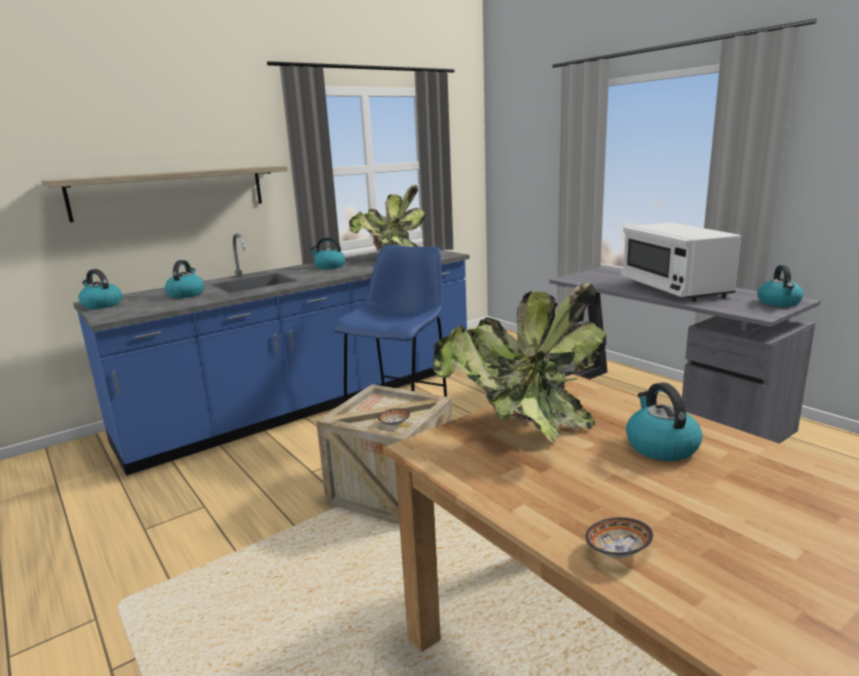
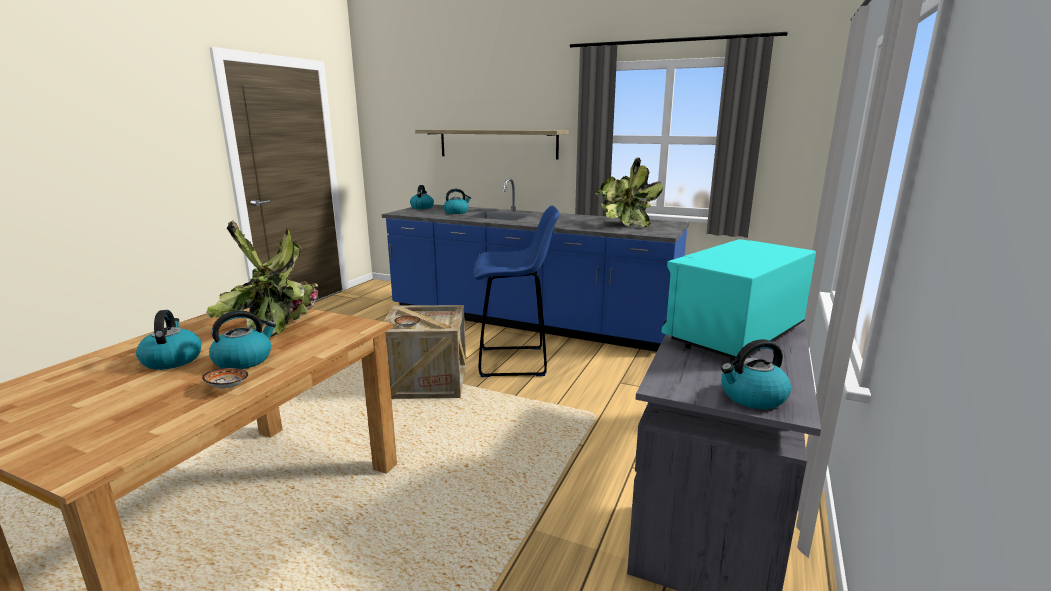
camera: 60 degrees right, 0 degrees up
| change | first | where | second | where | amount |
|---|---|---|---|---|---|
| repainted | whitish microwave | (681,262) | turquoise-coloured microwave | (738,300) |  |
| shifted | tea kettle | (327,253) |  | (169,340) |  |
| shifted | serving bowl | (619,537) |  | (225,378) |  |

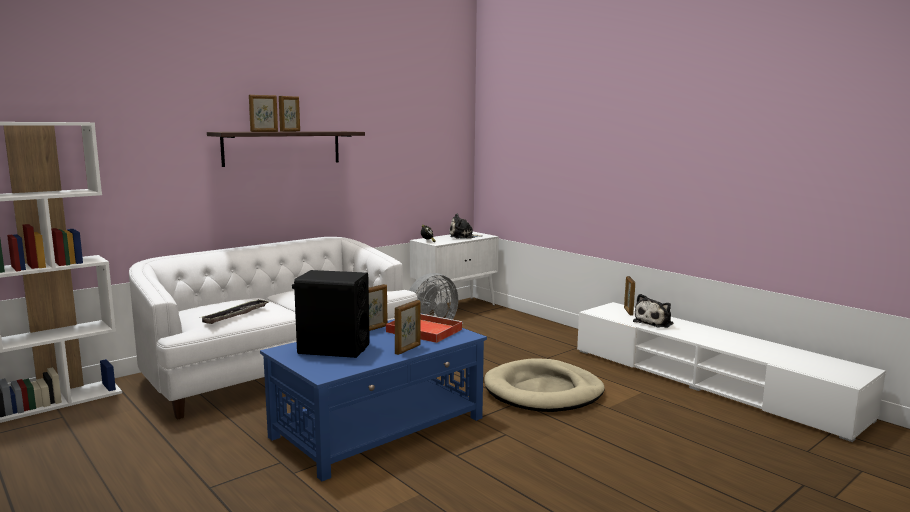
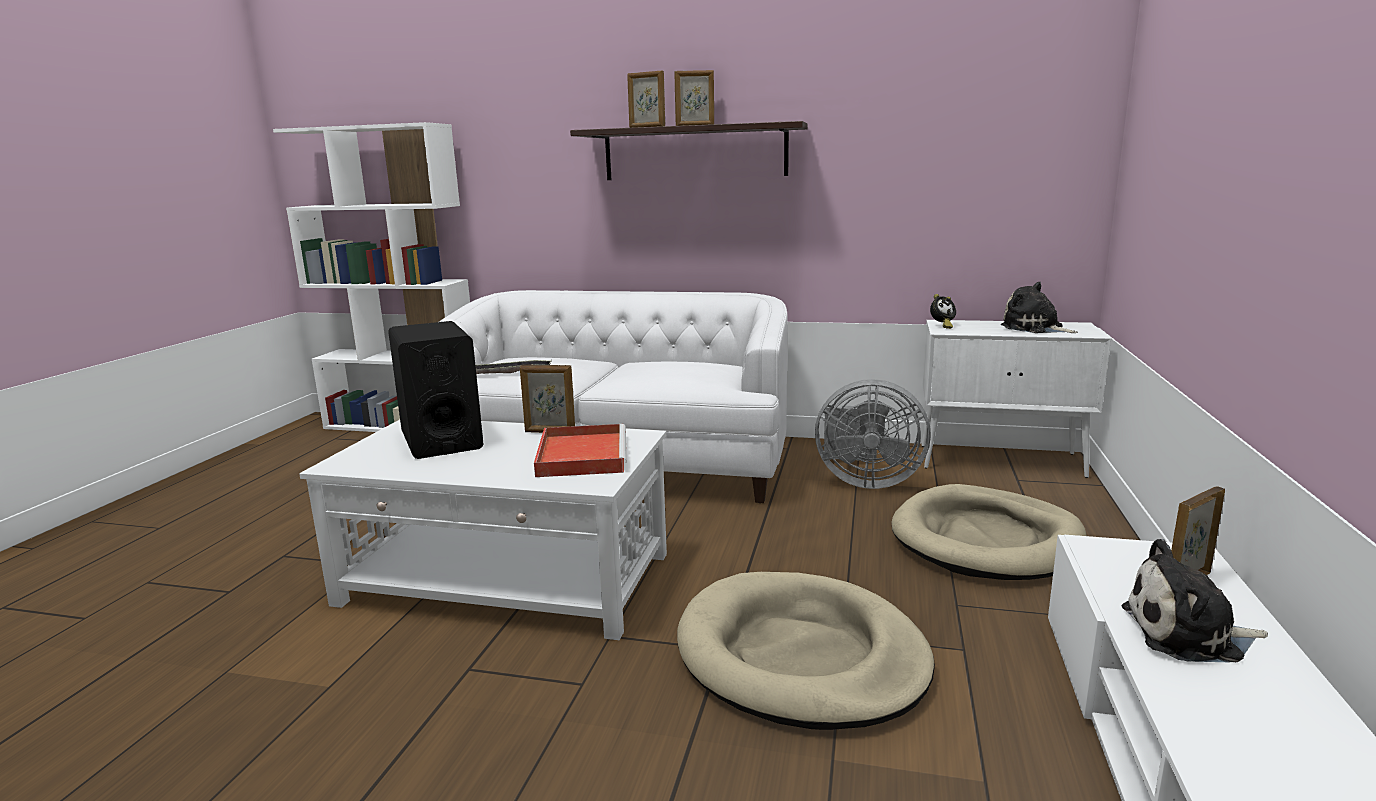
camera: 55 degrees right, 5 degrees up
| change | first | where | second | where | amount |
|---|---|---|---|---|---|
| gone | photo frame | (408,327) |  |  |  |
| repainted | blue-coloured coffee table | (373,397) | whitish coffee table | (483,530) |  |
| new |  |  | sand-coloured dog cushion | (989,532) |  |

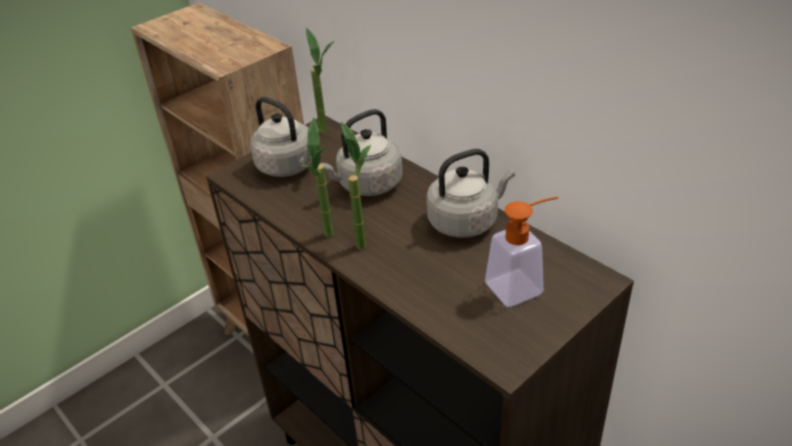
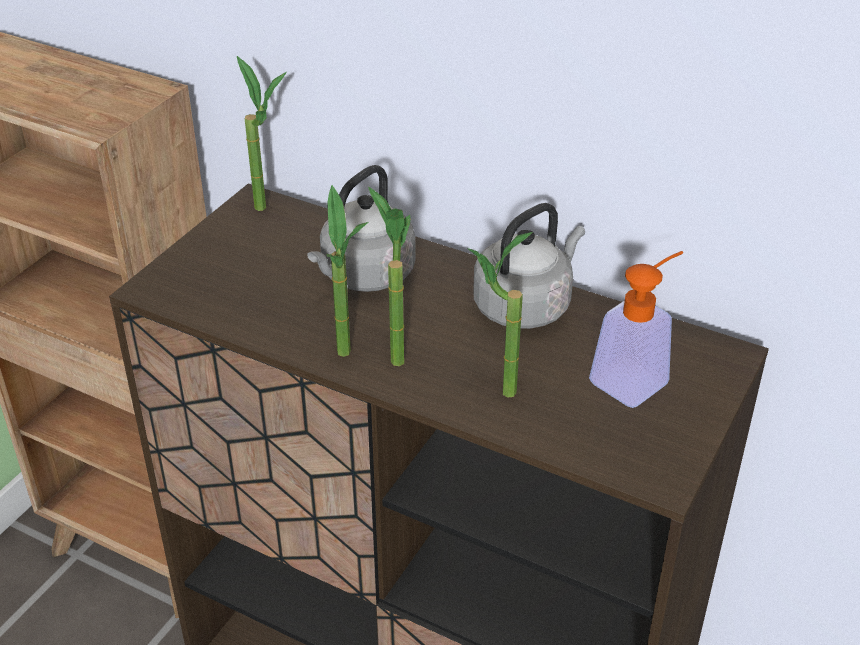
camera: 20 degrees left, 0 degrees up
| change | first | where | second | where | amount |
|---|---|---|---|---|---|
| gone | gray tea kettle | (281,137) |  |  |  |
| new |  |  | houseplant | (500,315) |  |

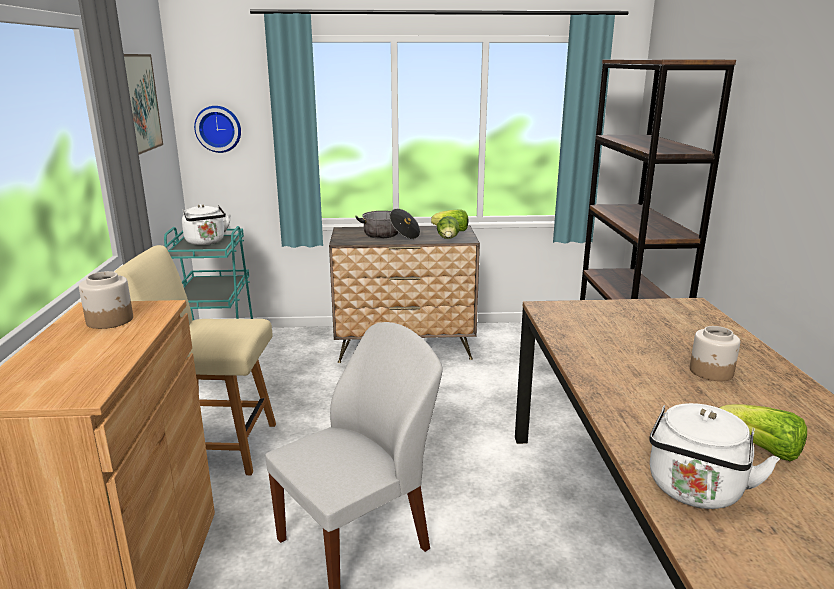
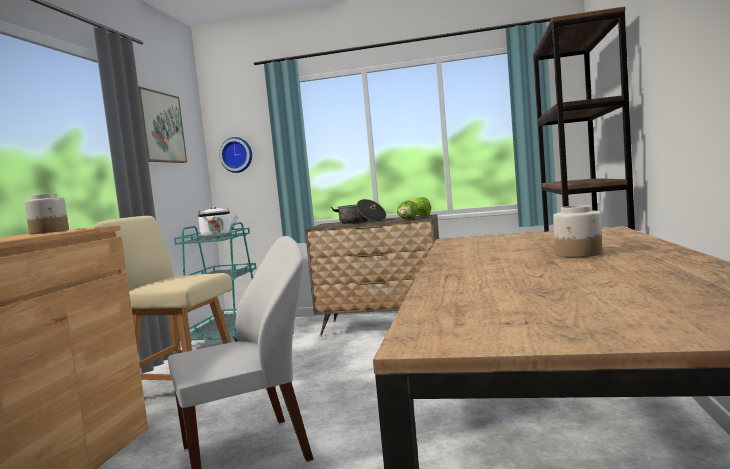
camera: 15 degrees right, 15 degrees down
| change | first | where | second | where | amount |
|---|---|---|---|---|---|
| gone | whitish tea kettle | (714,456) |  |  |  |
| gone | head of lettuce | (763,432) |  |  |  |

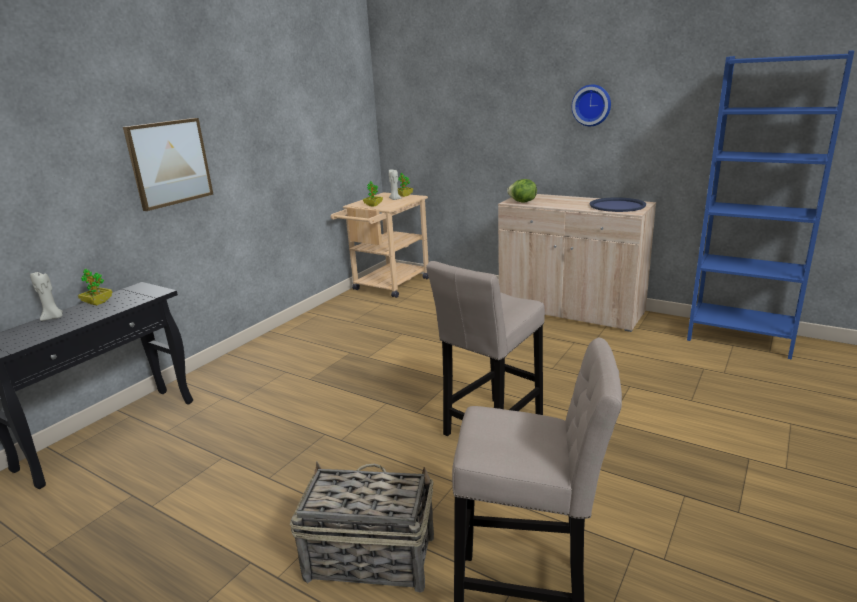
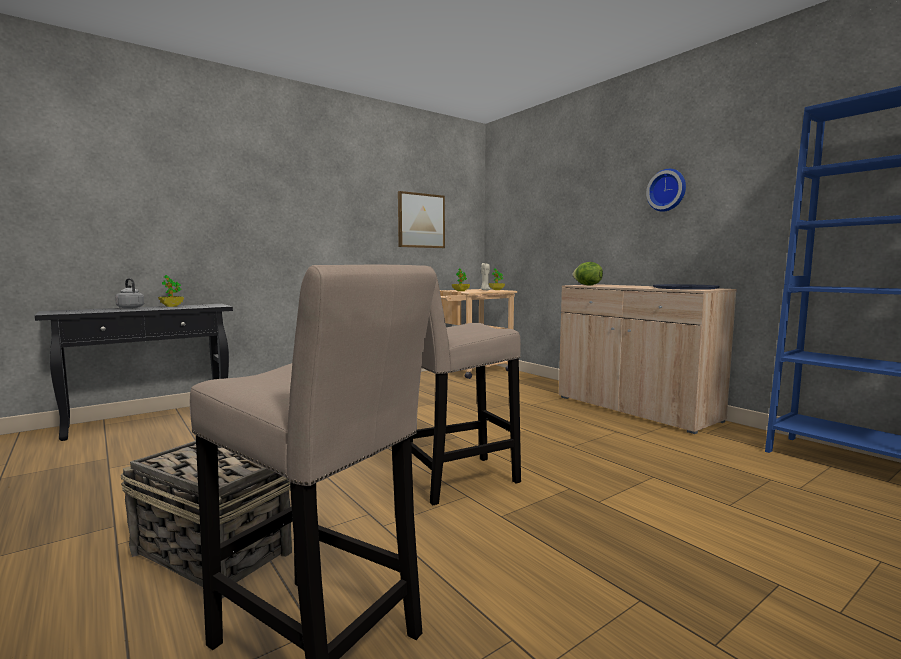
camera: 20 degrees right, 15 degrees down
| change | first | where | second | where | amount |
|---|---|---|---|---|---|
| shifted | picture | (168,164) |  | (421,219) |  |
| swapped | sand-coloured candle | (46,296) | gray tea kettle | (129,293) |  |

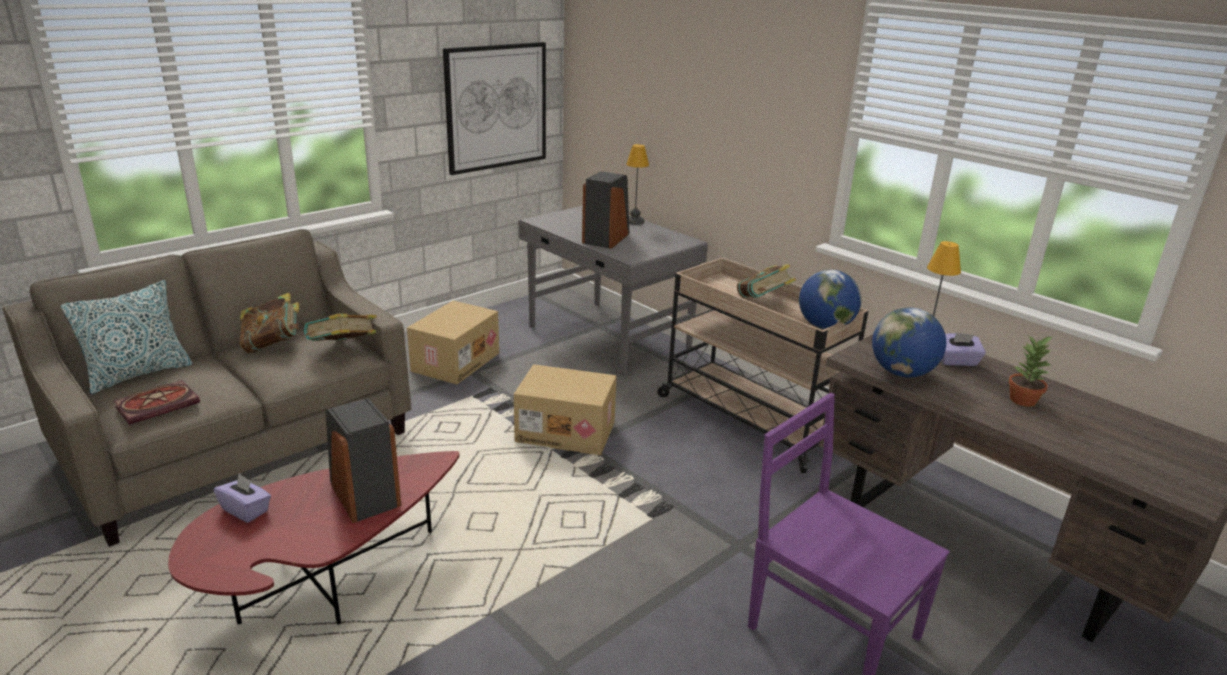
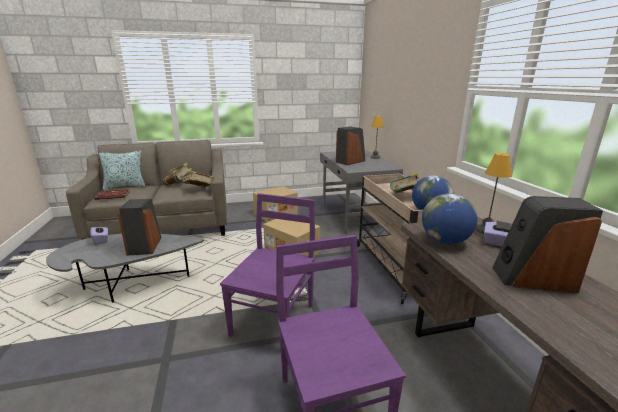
camera: 30 degrees right, 5 degrees down
| change | first | where | second | where | amount |
|---|---|---|---|---|---|
| gone | picture | (494,108) |  |  |  |
| swapped | houseplant | (1031,371) | speaker | (547,244) |  |
| repainted | red coffee table | (313,538) | gray coffee table | (125,268) |  |
| new |  |  | purple upright chair | (267,265) |  |

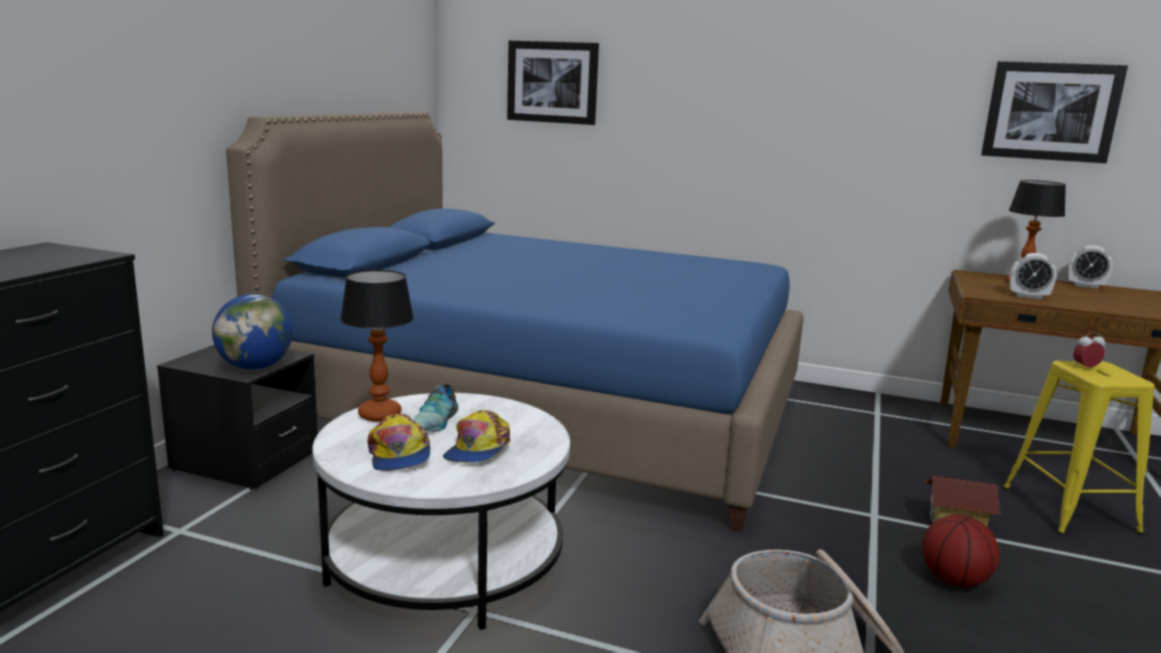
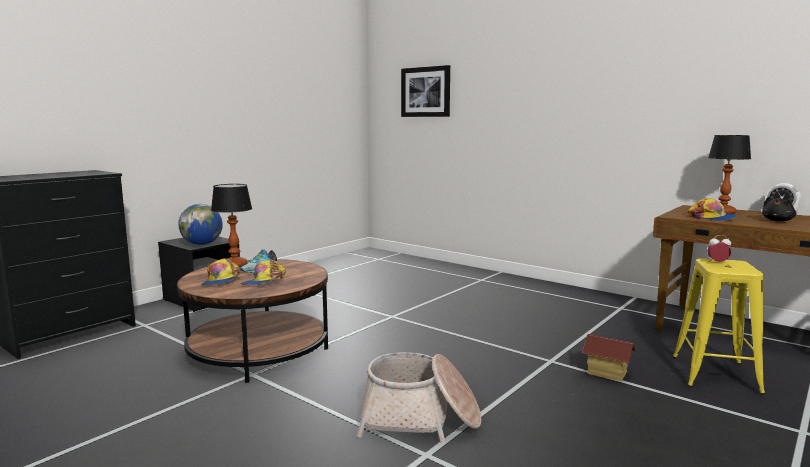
camera: 20 degrees right, 5 degrees down
| change | first | where | second | where | amount |
|---|---|---|---|---|---|
| gone | picture | (1054,112) |  |  |  |
| gone | blue-coloured bed | (515,321) |  |  |  |
| swapped | table clock | (1033,276) | peaked cap | (712,209) |  |
| repainted | whitish coffee table | (441,511) | brown-coloured coffee table | (252,321) |  |
| gone | basketball | (961,551) |  |  |  |
| new |  |  | black-coloured plush toy | (779,208) |  |

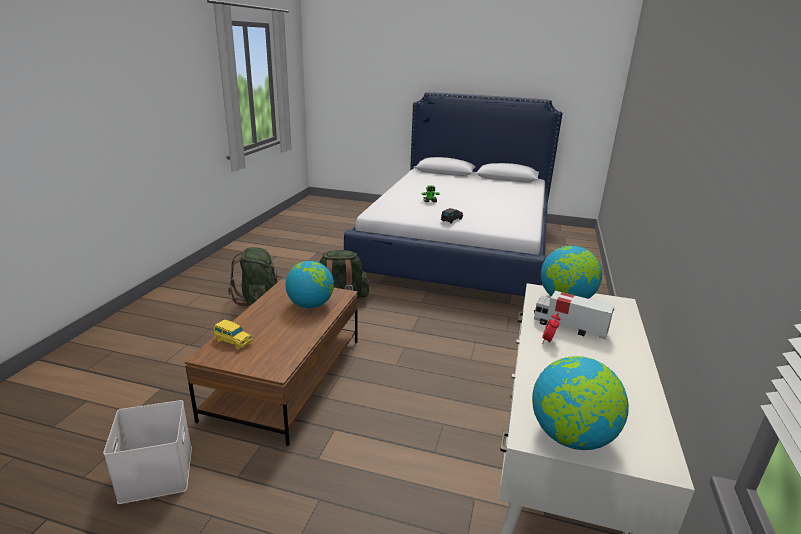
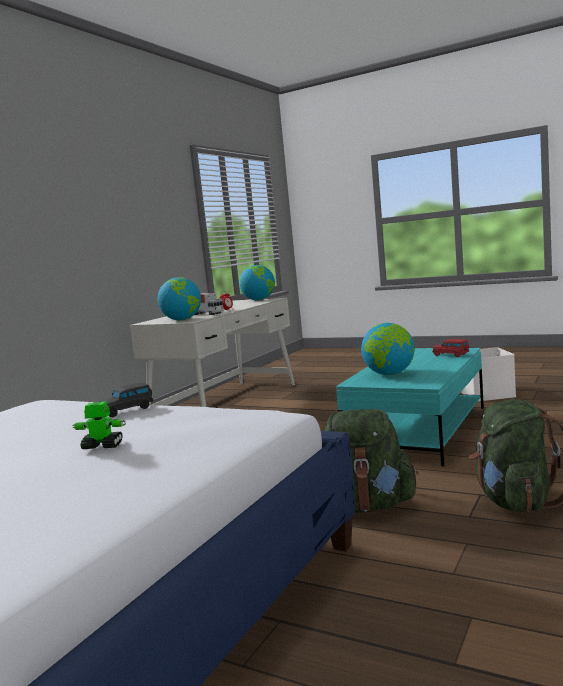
camera: 165 degrees left, 15 degrees down
| change | first | where | second | where | amount |
|---|---|---|---|---|---|
| repainted | brown-coloured coffee table | (271,362) | turquoise-coloured coffee table | (410,407) |  |
| repainted | yellow model car | (233,334) | red model car | (450,348) |  |

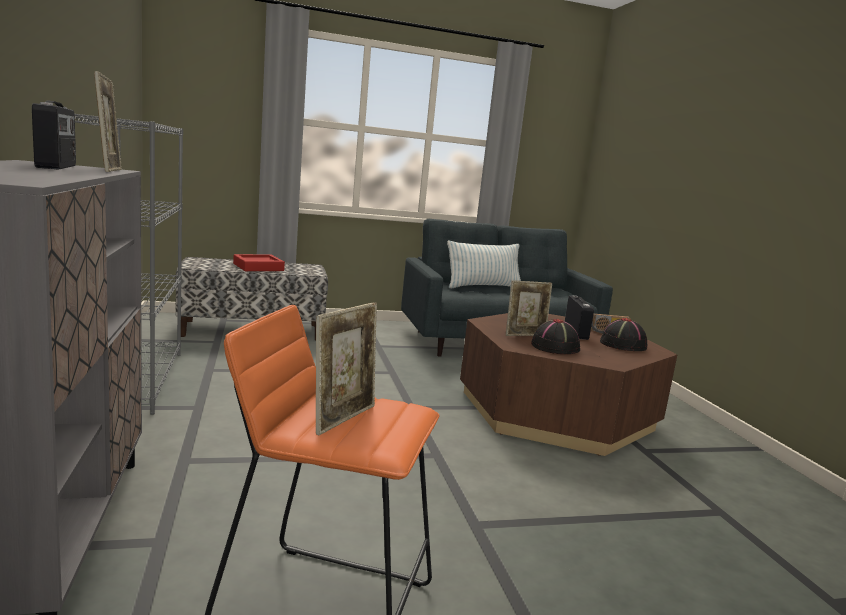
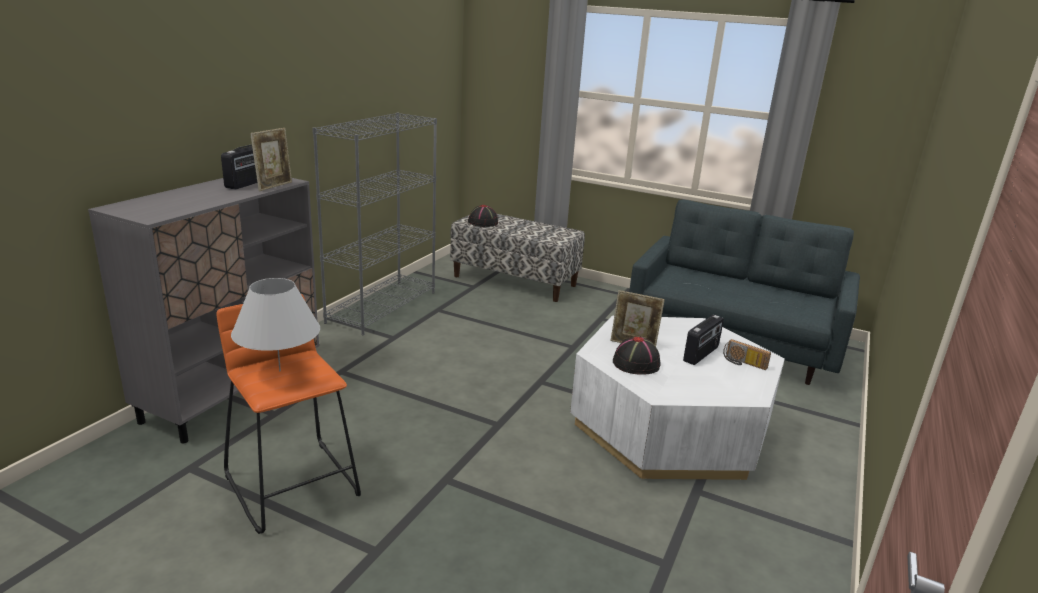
camera: 40 degrees right, 10 degrees up
| change | first | where | second | where | amount |
|---|---|---|---|---|---|
| gone | cushion | (484,264) |  |  |  |
| gone | red tray | (259,262) |  |  |  |
| swapped | photo frame | (346,368) | whitish lamp for a table | (275,324) |  |
| repainted | brown-coloured coffee table | (568,384) | whitish coffee table | (677,398) |  |
| shifted | black-coloured wearable hat | (623,334) |  | (483,216) |  |

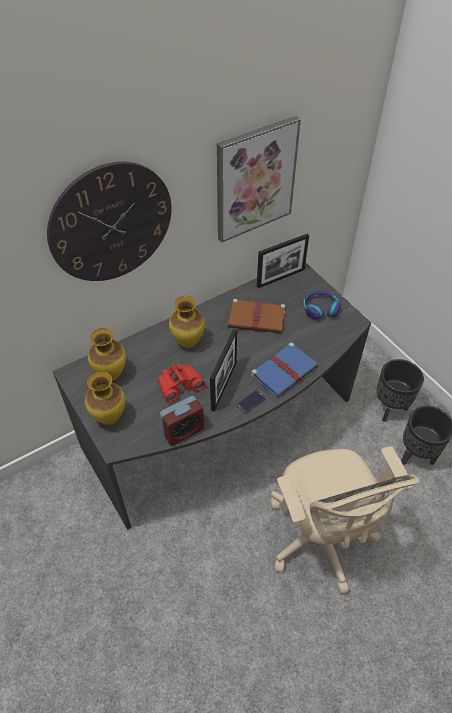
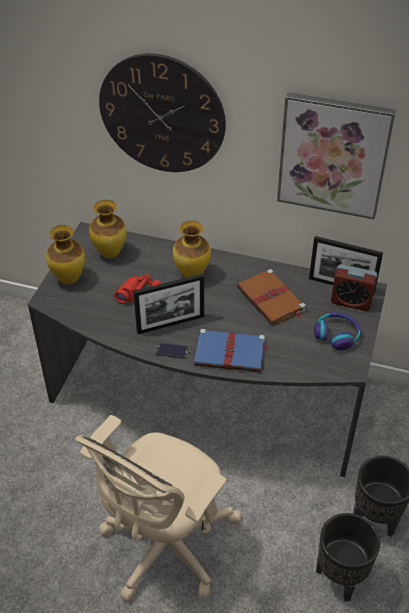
camera: 50 degrees right, 5 degrees down
| change | first | where | second | where | amount |
|---|---|---|---|---|---|
| shifted | table clock | (181,421) |  | (354,287) |  |

